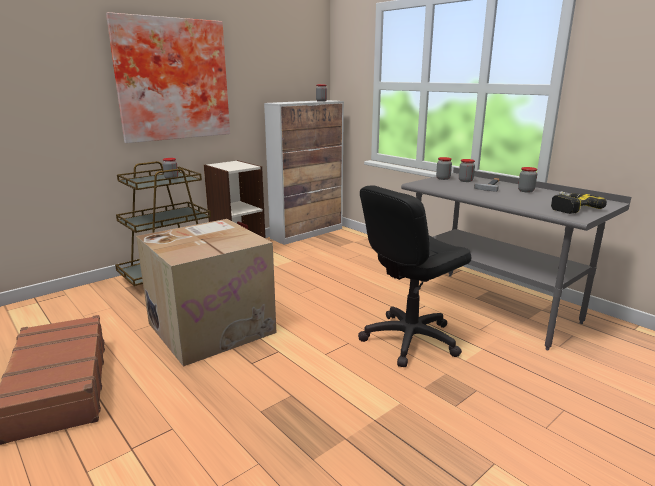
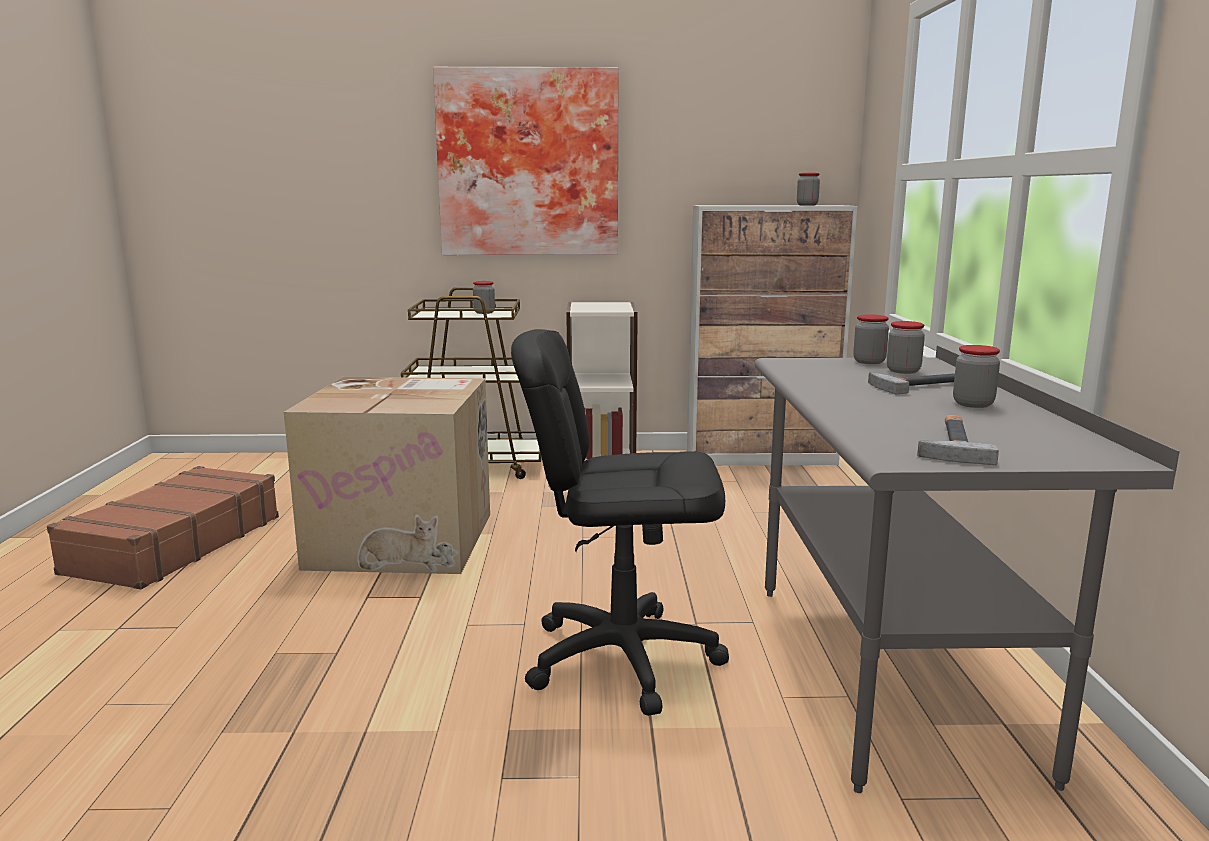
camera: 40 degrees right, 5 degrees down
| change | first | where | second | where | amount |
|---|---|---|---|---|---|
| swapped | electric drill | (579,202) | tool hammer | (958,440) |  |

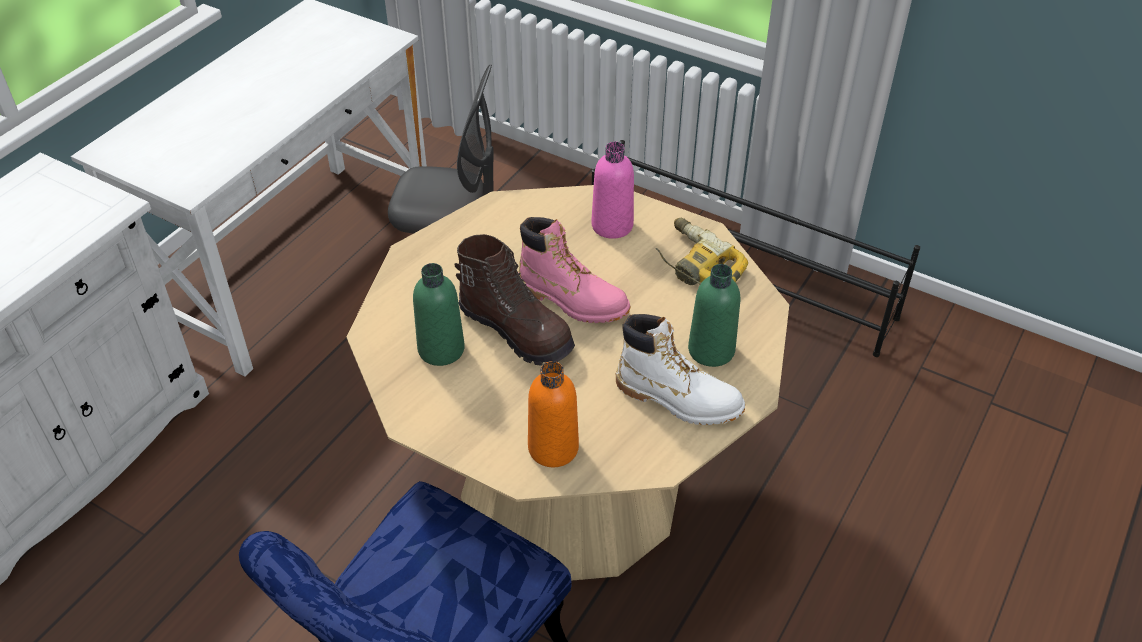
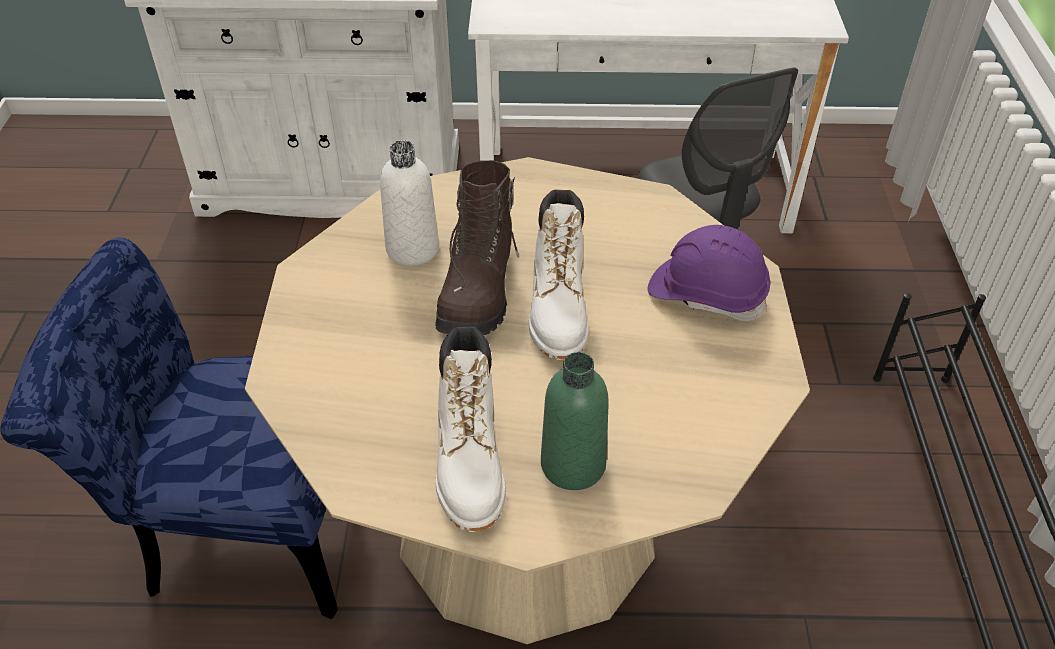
camera: 60 degrees right, 0 degrees up
| change | first | where | second | where | amount |
|---|---|---|---|---|---|
| swapped | pinkish bottle | (613,190) | purple work helmet | (709,273) |  |
| repainted | pinkish boot | (574,270) | whitish boot | (559,274) |  |
| gone | electric drill | (701,251) |  |  |  |
| repainted | green-coloured bottle | (439,314) | whitish bottle | (409,203) |  |
| gone | orangey bottle | (553,414) |  |  |  |

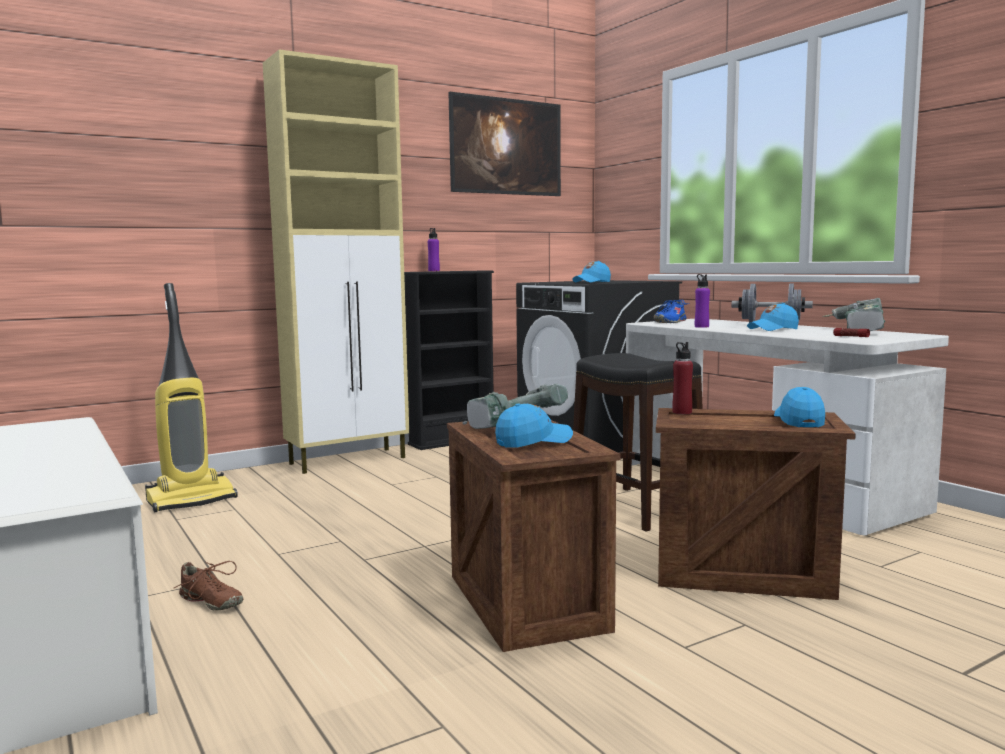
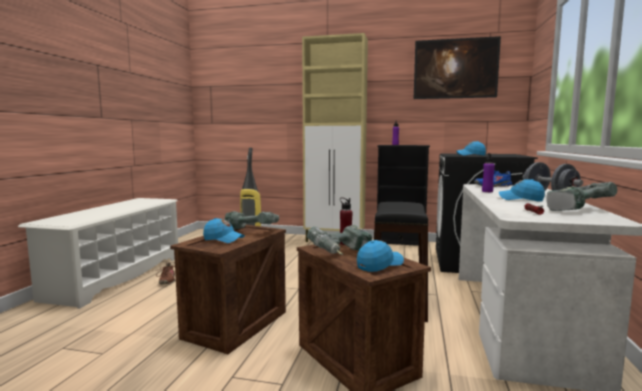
camera: 45 degrees right, 0 degrees up
| change | first | where | second | where | amount |
|---|---|---|---|---|---|
| new |  |  | electric drill | (339,240) |  |

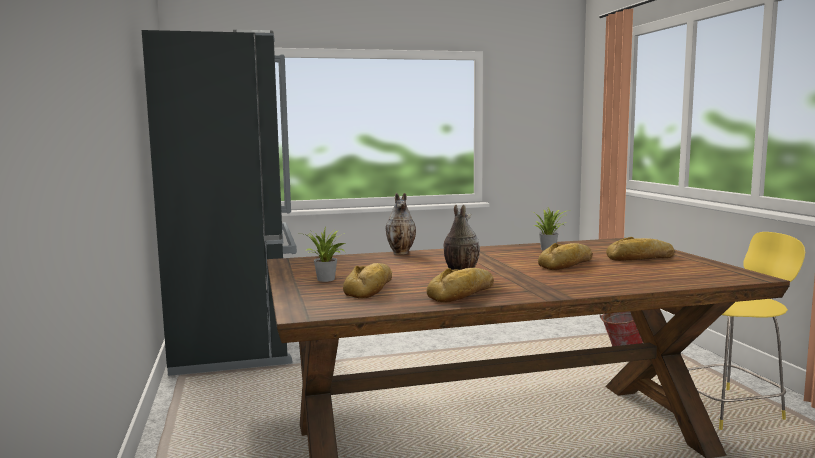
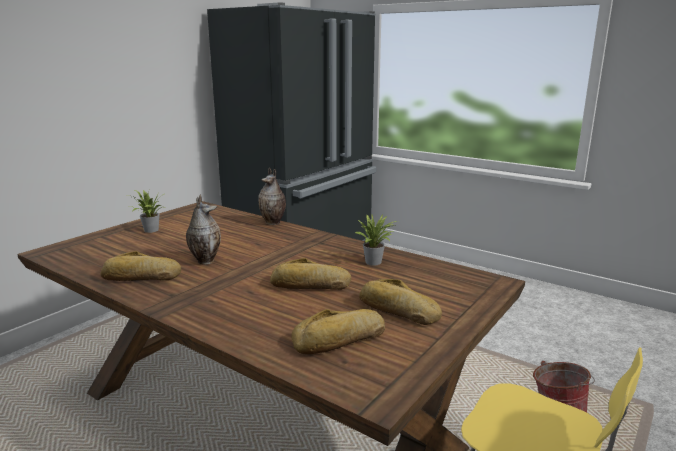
camera: 50 degrees right, 10 degrees up
| change | first | where | second | where | amount |
|---|---|---|---|---|---|
| shifted | bread | (367,281) |  | (338,332) |  |

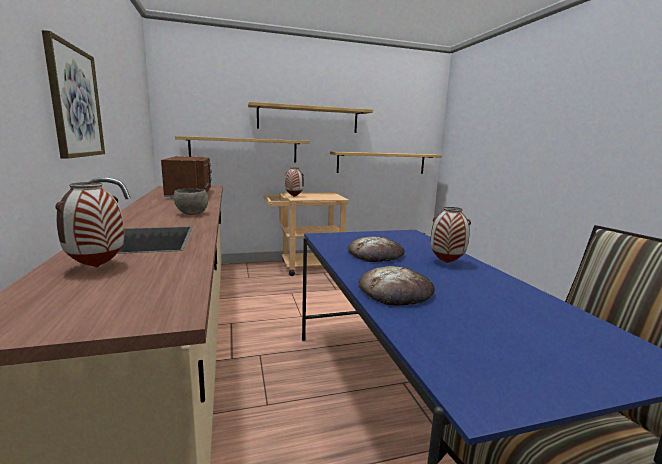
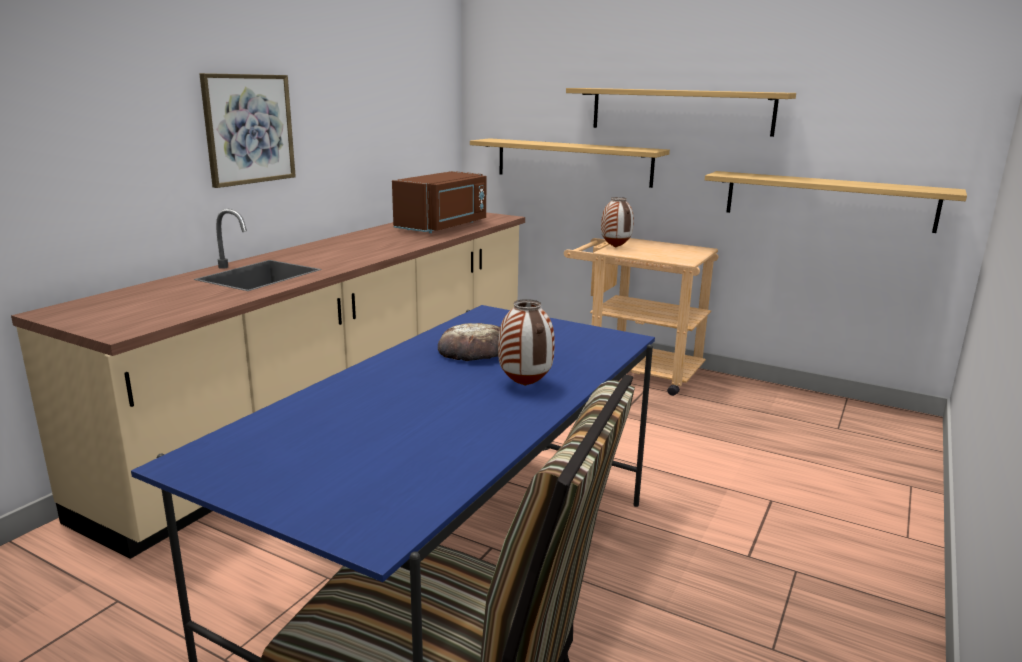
camera: 45 degrees right, 5 degrees up
| change | first | where | second | where | amount |
|---|---|---|---|---|---|
| gone | decorative vase | (89,224) |  |  |  |
| gone | gray serving bowl | (191,202) |  |  |  |
| gone | bread | (396,286) |  |  |  |

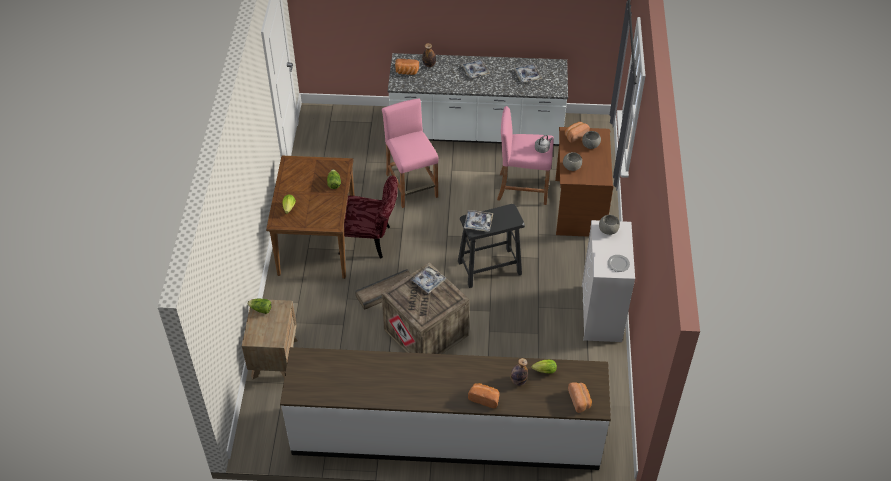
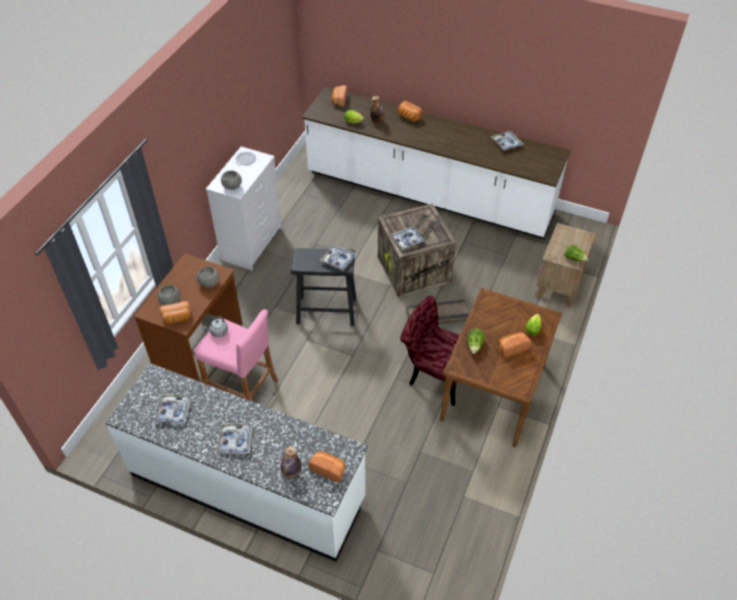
camera: 160 degrees left, 0 degrees up
| change | first | where | second | where | amount |
|---|---|---|---|---|---|
| gone | pinkish stool | (410,153) |  |  |  |
| new |  |  | tray | (507,141) |  |
| new |  |  | bread | (514,344) |  |

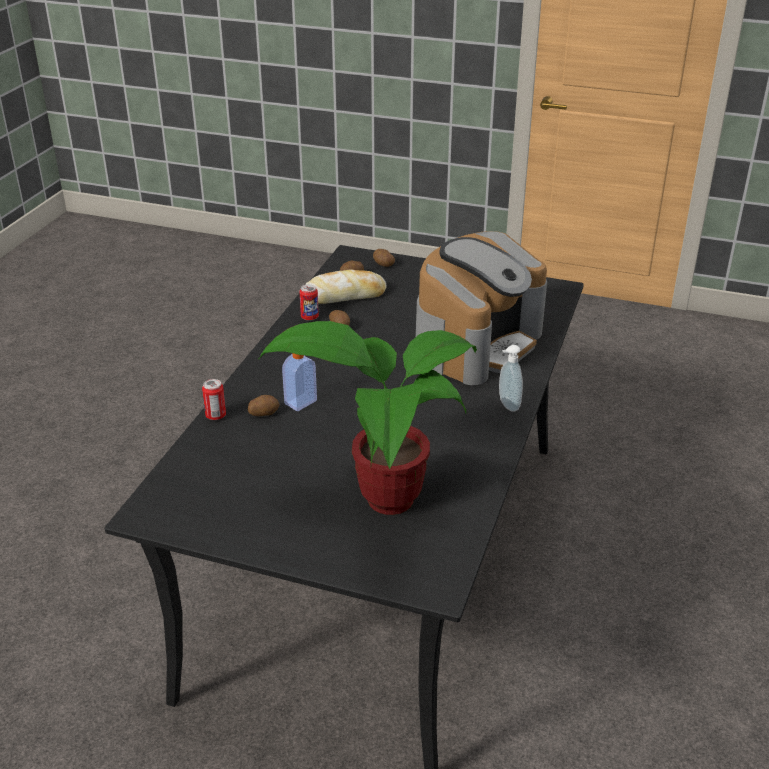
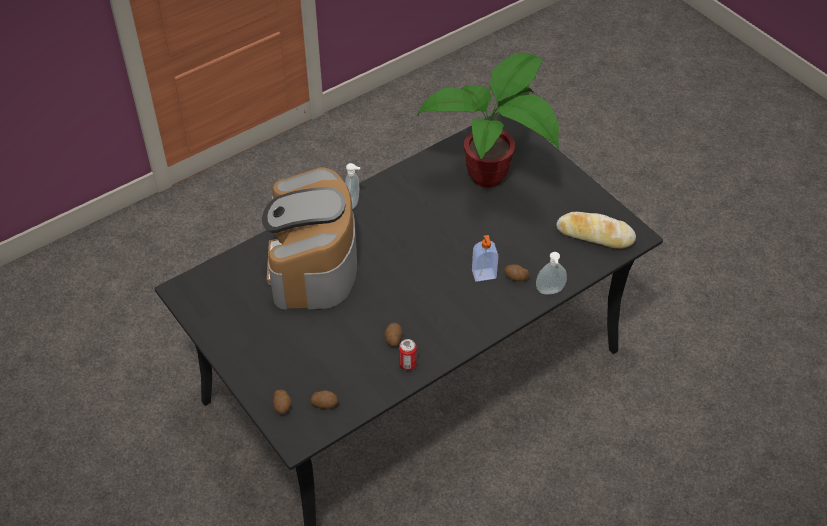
camera: 145 degrees left, 15 degrees up
| change | first | where | second | where | amount |
|---|---|---|---|---|---|
| rotated | coffee machine | (481,308) |  | (309,238) | 75 degrees counterclockwise |
| shifted | bread | (345,287) |  | (596,230) |  |
| swapped | can | (214,399) | soap dispenser | (551,273) |  |

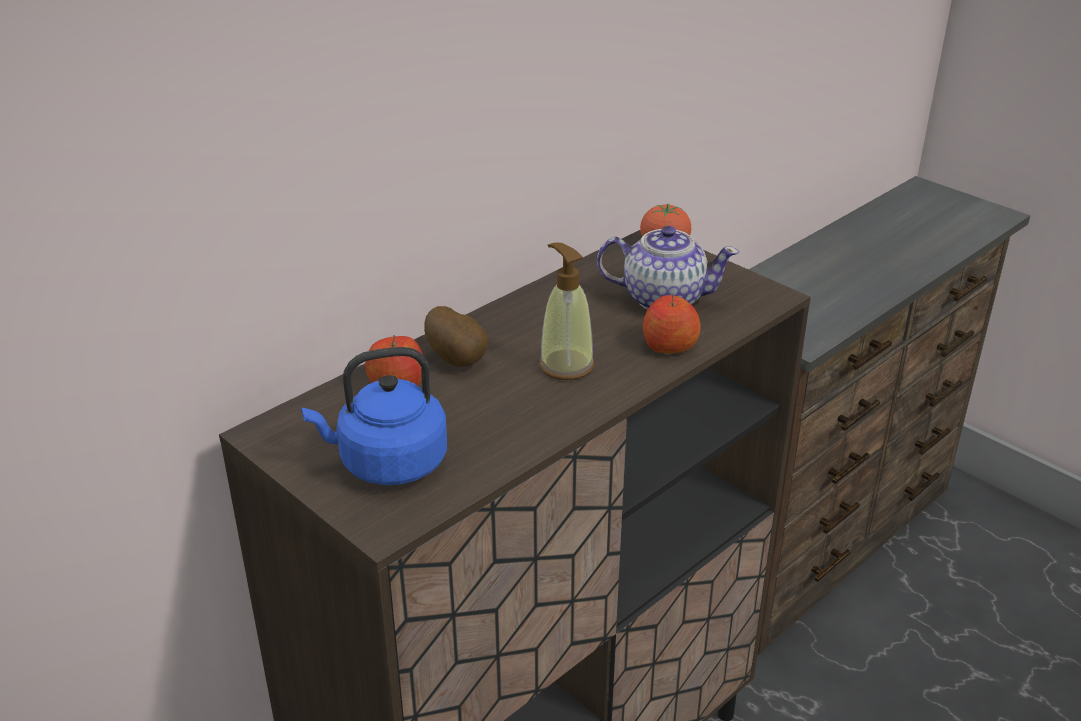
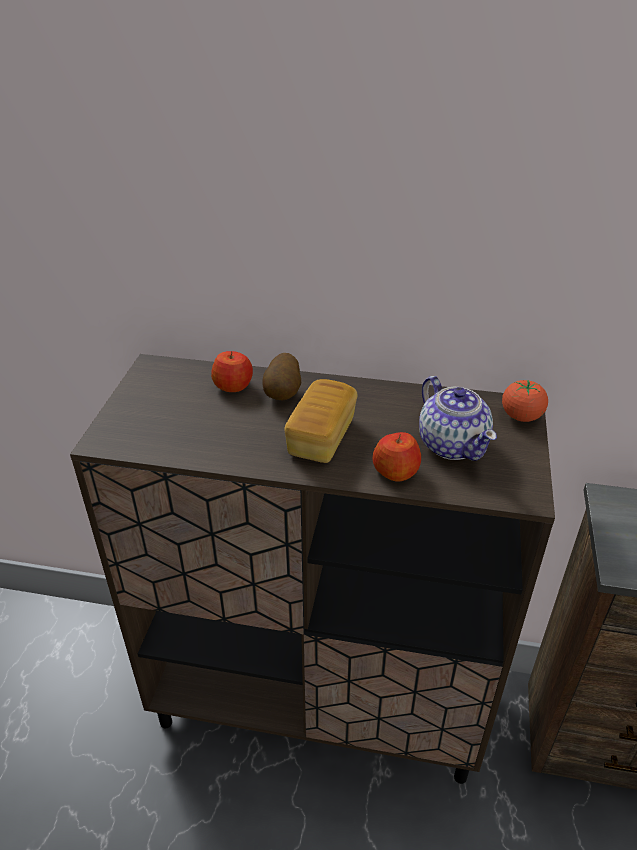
camera: 55 degrees right, 5 degrees up
| change | first | where | second | where | amount |
|---|---|---|---|---|---|
| swapped | soap dispenser | (567,311) | bread | (320,421) |  |
| gone | blue-coloured tea kettle | (374,416) |  |  |  |

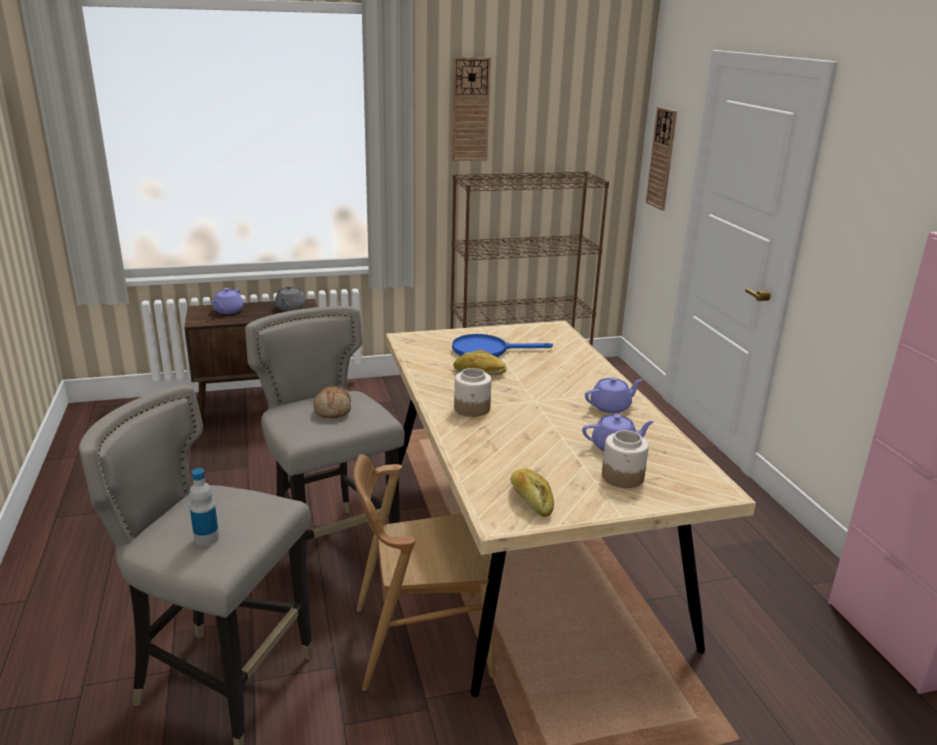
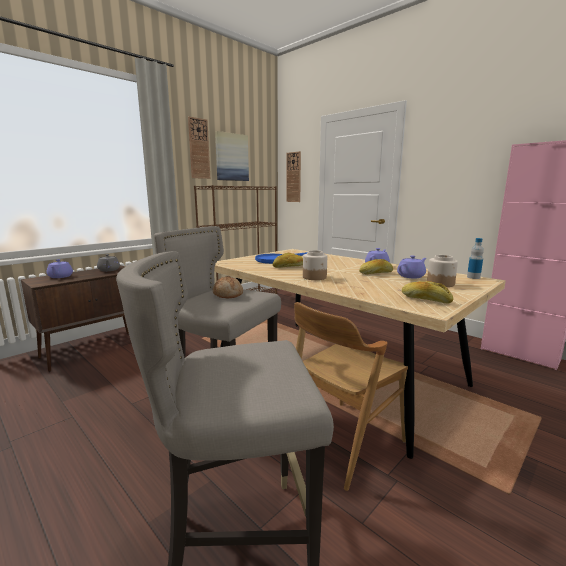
camera: 30 degrees left, 10 degrees down
| change | first | where | second | where | amount |
|---|---|---|---|---|---|
| shifted | bottle | (204,507) |  | (475,258) |  |
| new |  |  | picture | (232,156) |  |
| new |  |  | bread | (376,266) |  |

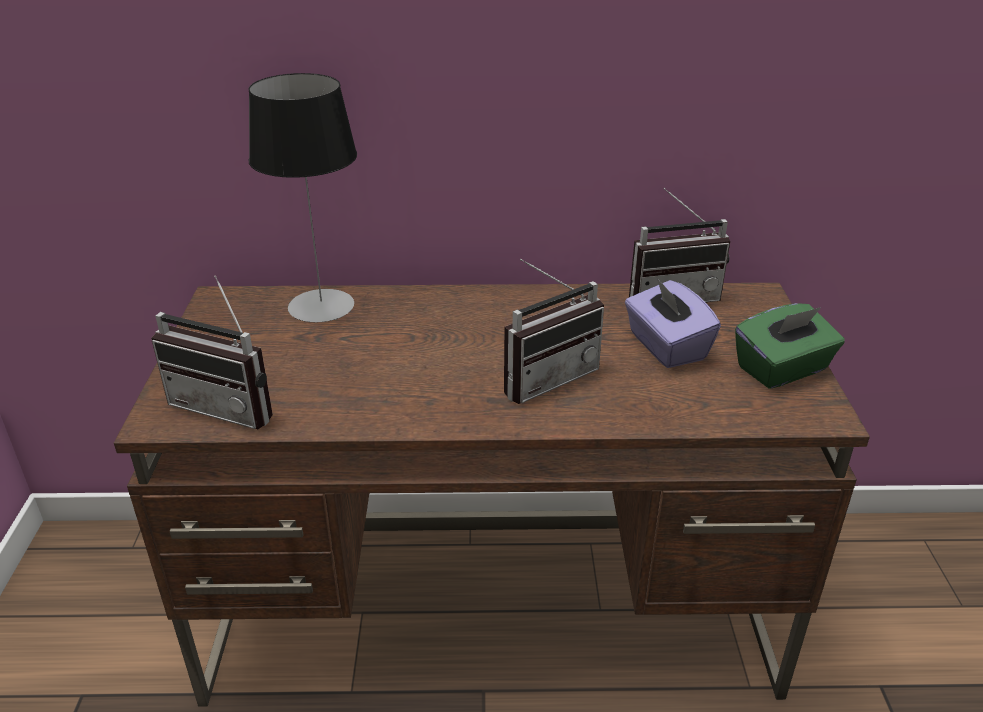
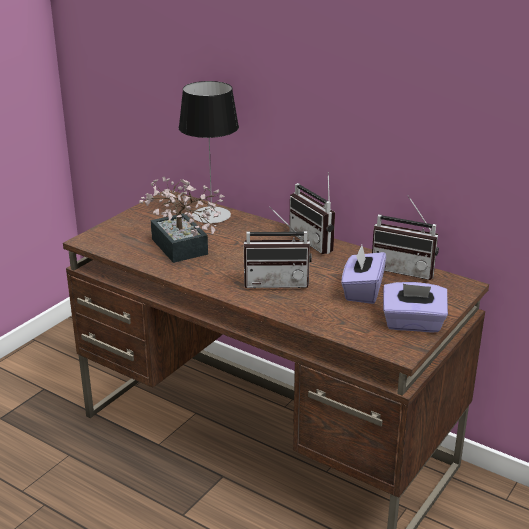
camera: 35 degrees right, 5 degrees down
| change | first | where | second | where | amount |
|---|---|---|---|---|---|
| shifted | radio set | (212,352) |  | (312,213) |  |
| repainted | green-coloured tissue holder | (790,346) | purple tissue holder | (415,307) |  |
| new |  |  | houseplant | (182,220) |  |

